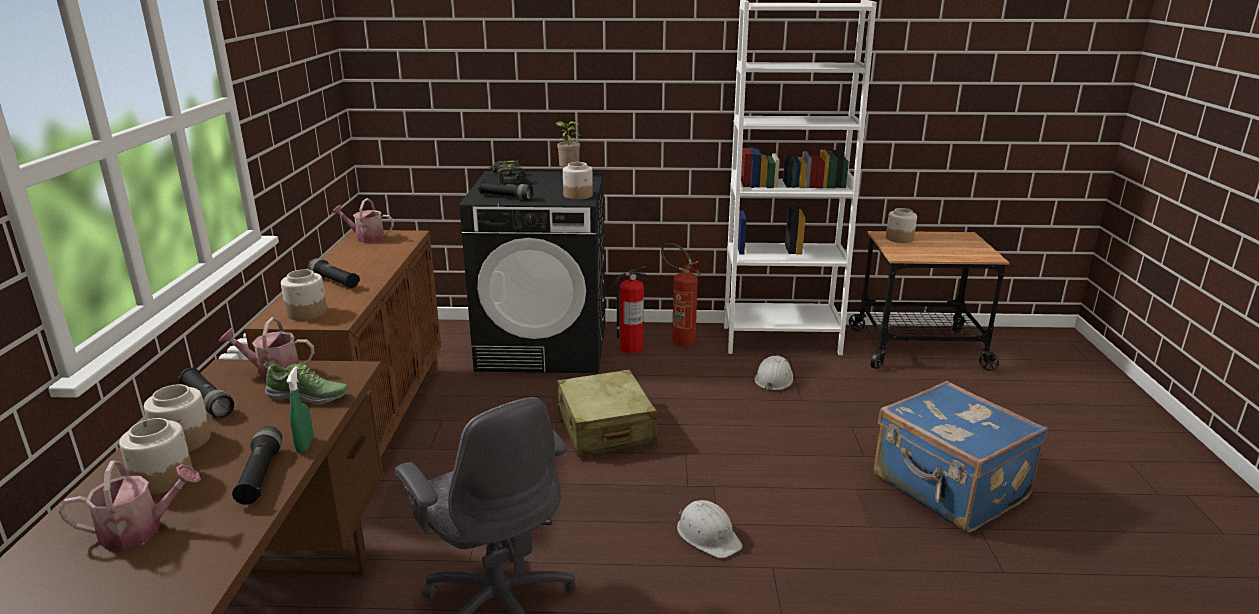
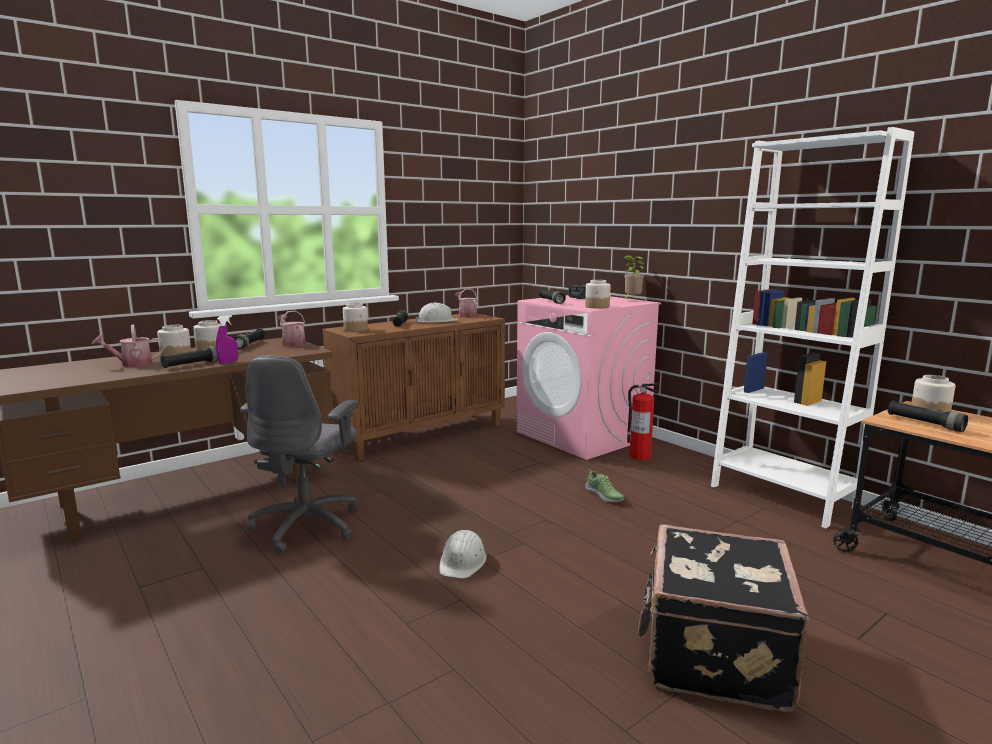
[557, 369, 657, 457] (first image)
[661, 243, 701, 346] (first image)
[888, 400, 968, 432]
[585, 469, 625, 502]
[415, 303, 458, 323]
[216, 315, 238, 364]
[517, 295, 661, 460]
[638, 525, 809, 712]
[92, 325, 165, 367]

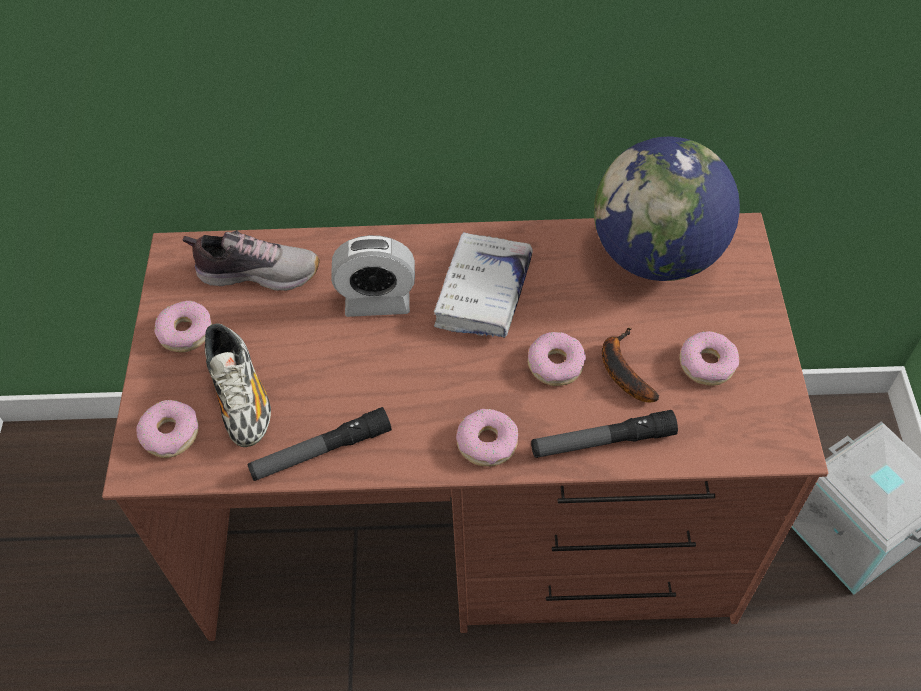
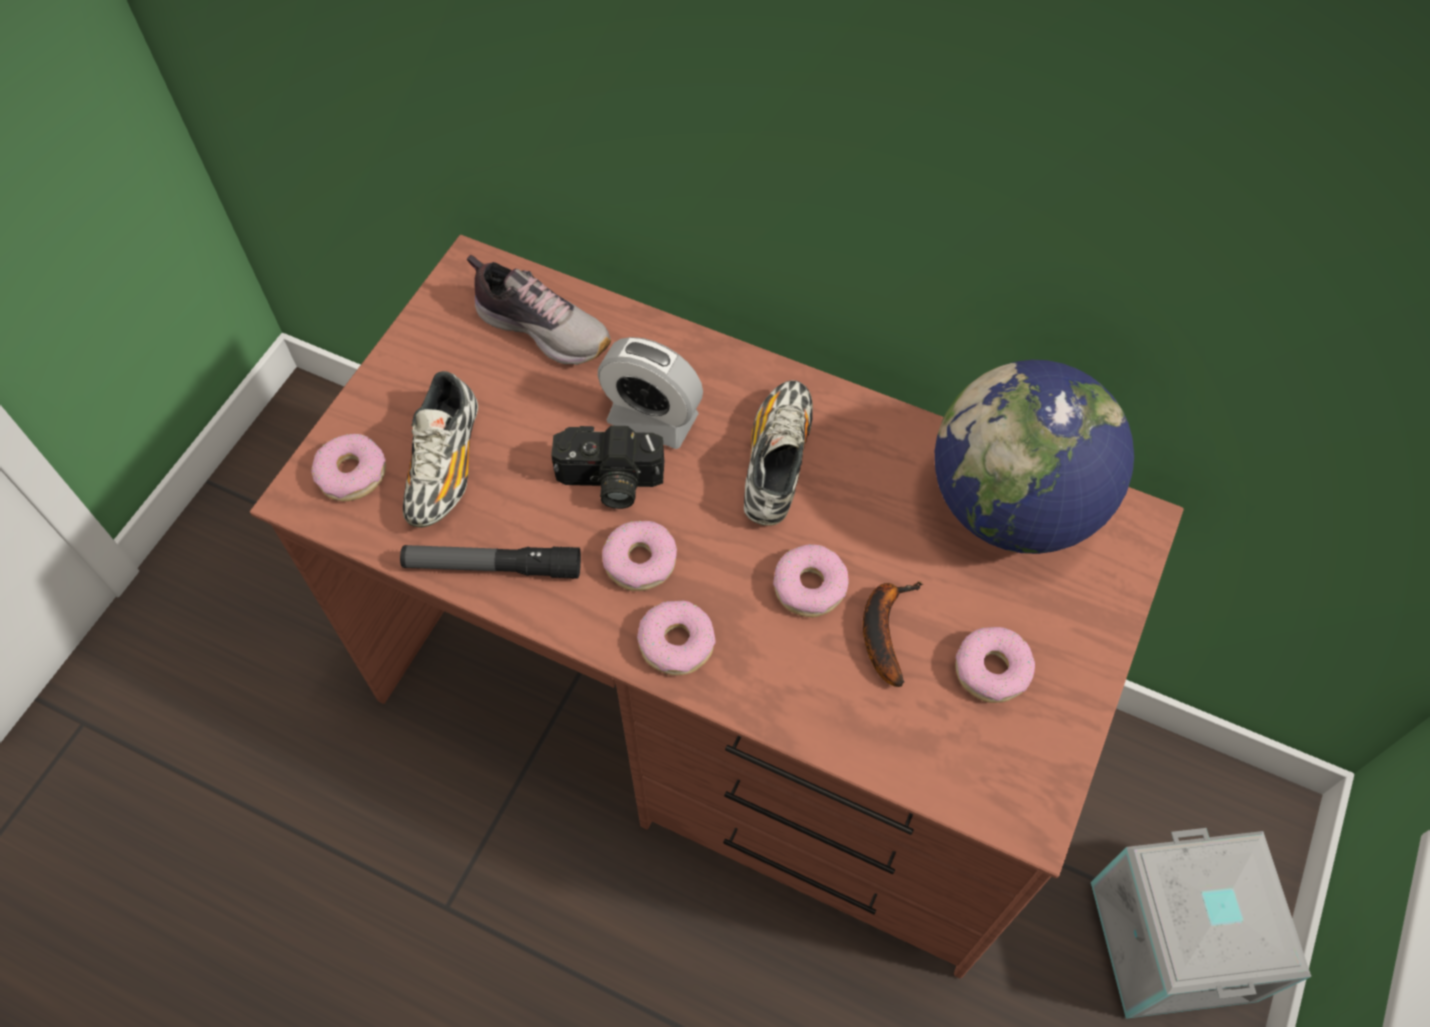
[531, 410, 678, 458] (first image)
[551, 426, 664, 509]
[602, 521, 677, 591]
[744, 380, 813, 526]

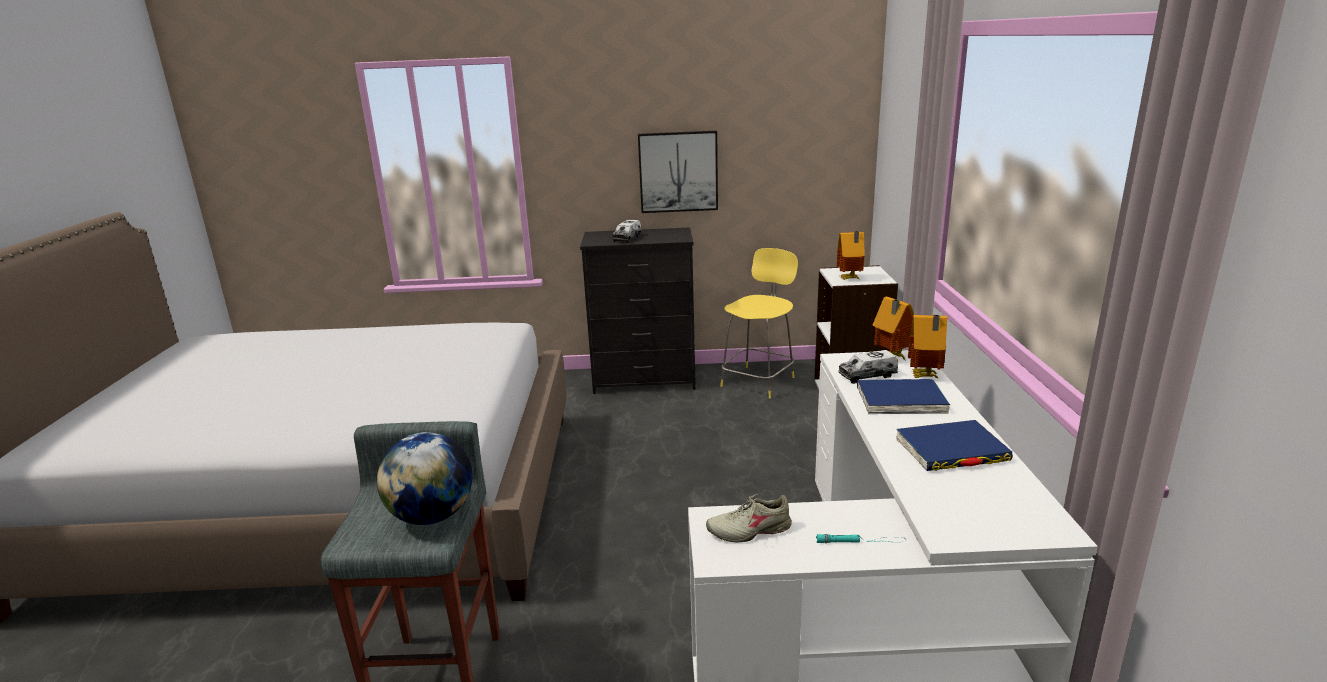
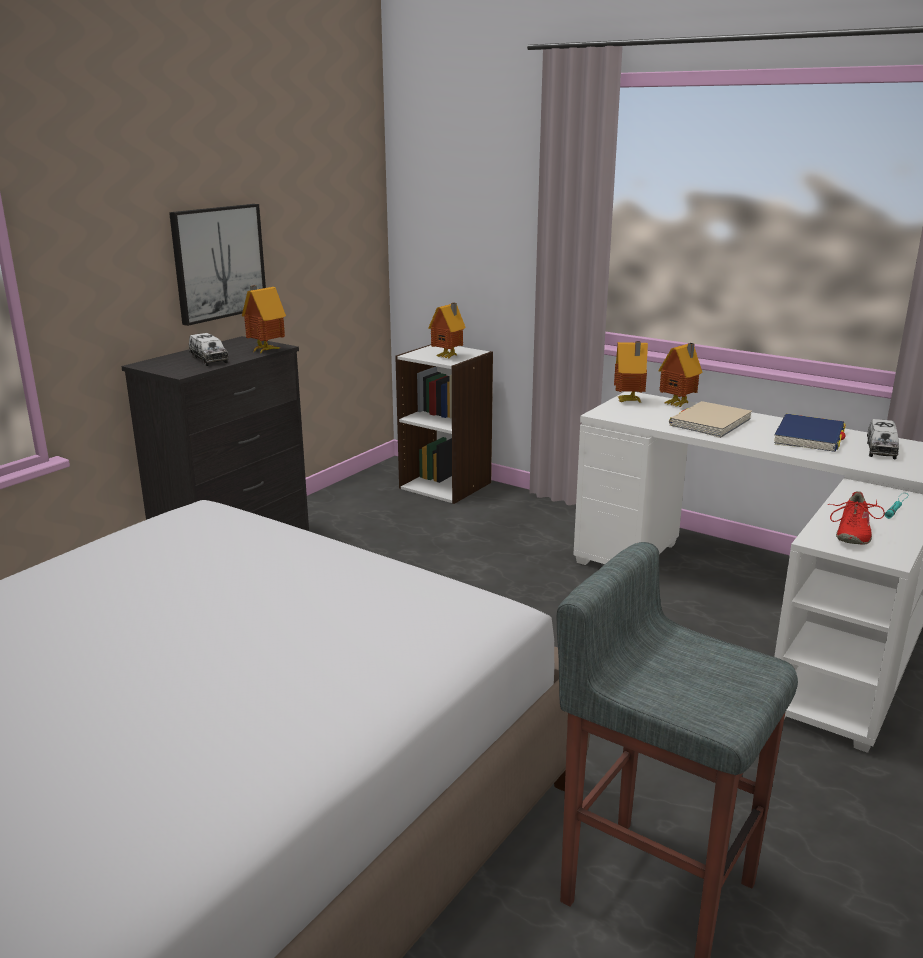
[377, 432, 473, 525] (first image)
[720, 248, 798, 398] (first image)
[242, 285, 286, 353]
[867, 419, 899, 459]
[827, 491, 885, 544]
[669, 401, 752, 438]

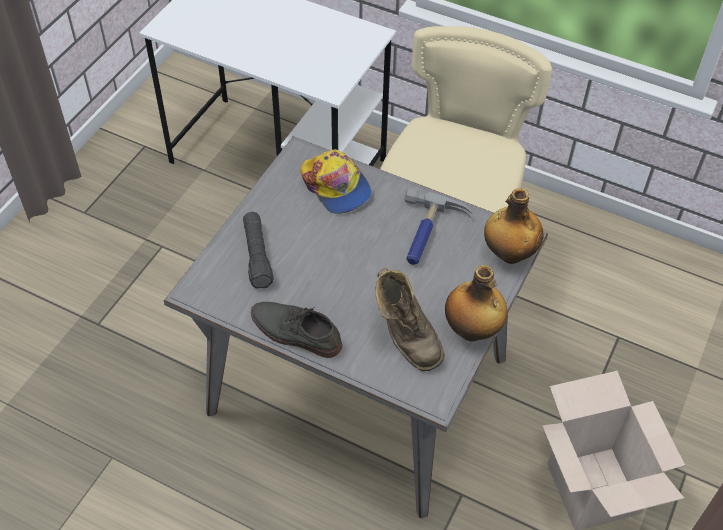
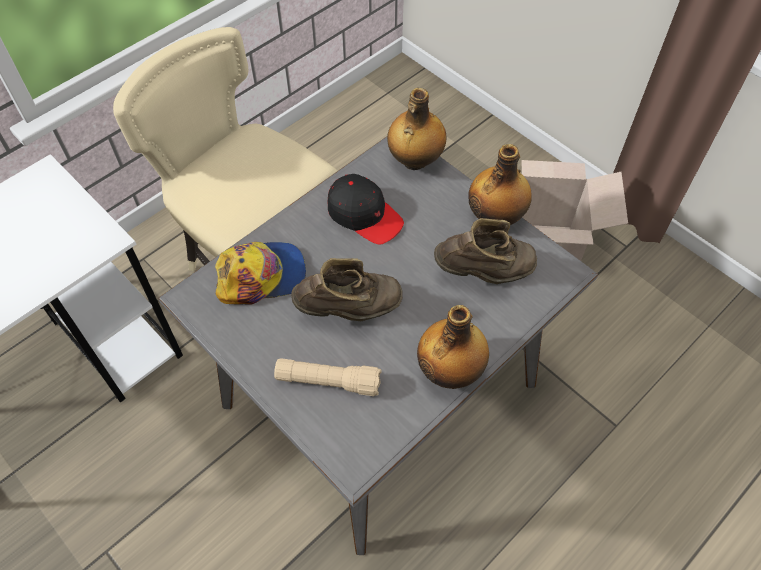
[291, 258, 403, 321]
[417, 305, 489, 389]
[328, 174, 404, 245]
[274, 358, 382, 396]

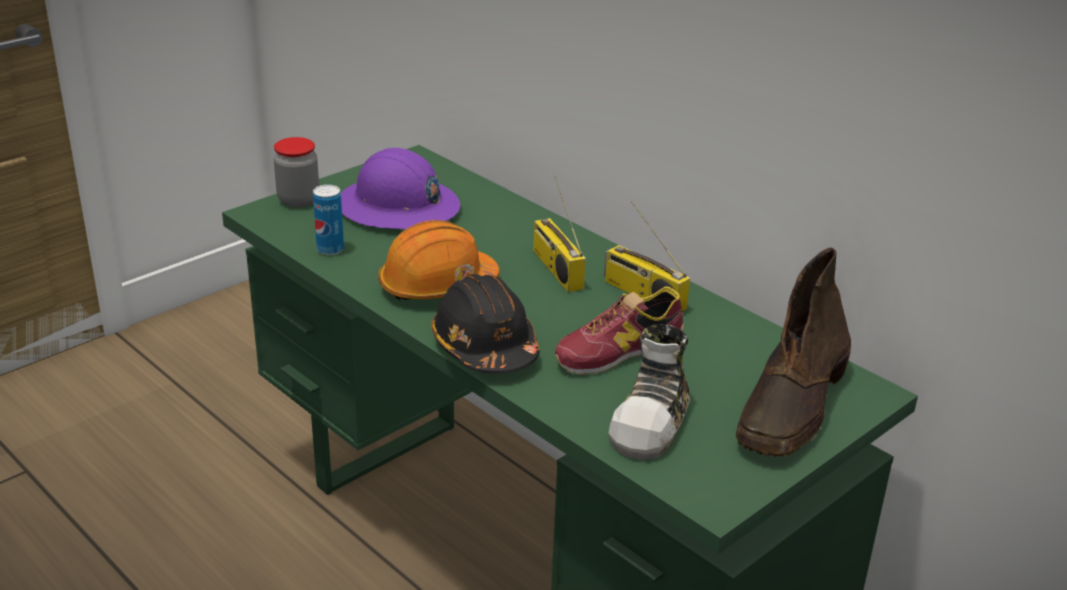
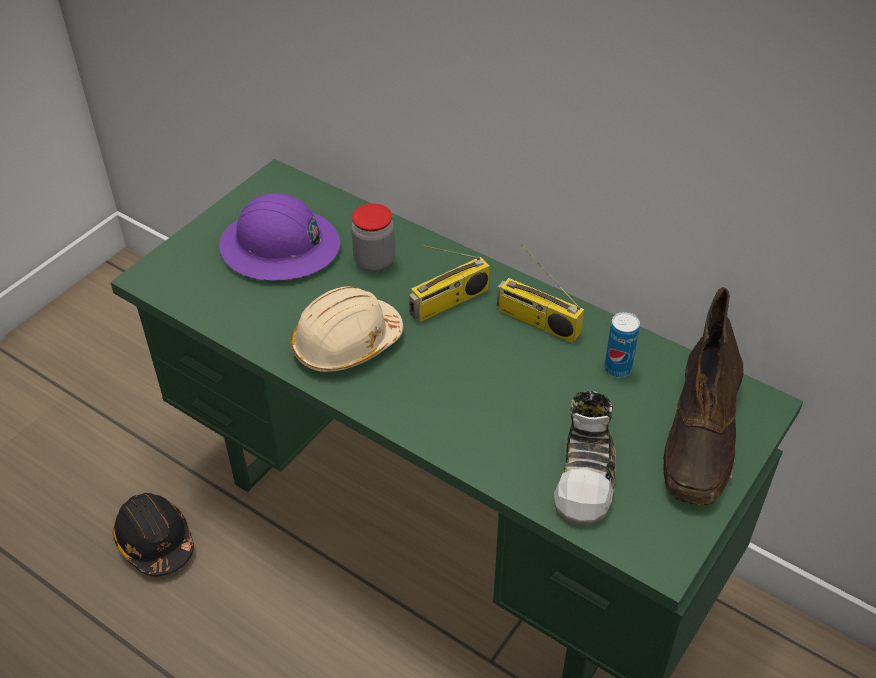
[555, 287, 684, 375] (first image)
[351, 203, 395, 272]
[604, 312, 640, 377]
[112, 493, 194, 577]
[291, 286, 403, 372]
[409, 245, 490, 322]

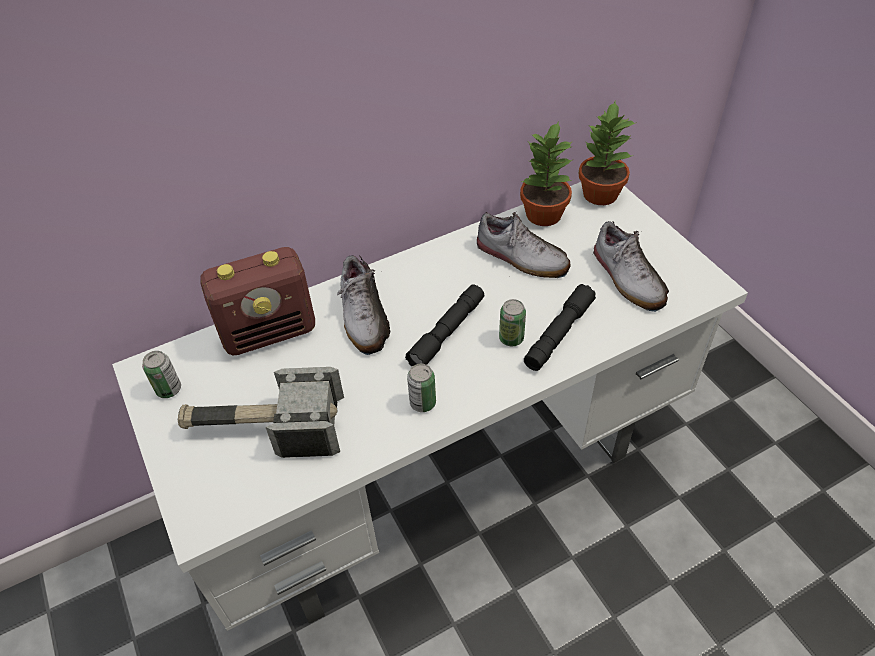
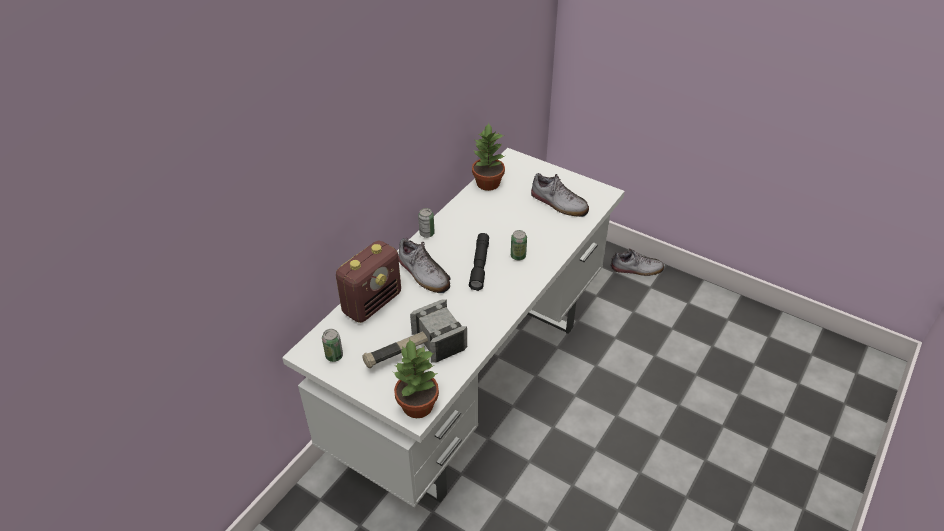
[524, 284, 596, 371] (first image)
[418, 208, 435, 238]
[610, 248, 664, 276]
[393, 339, 439, 418]

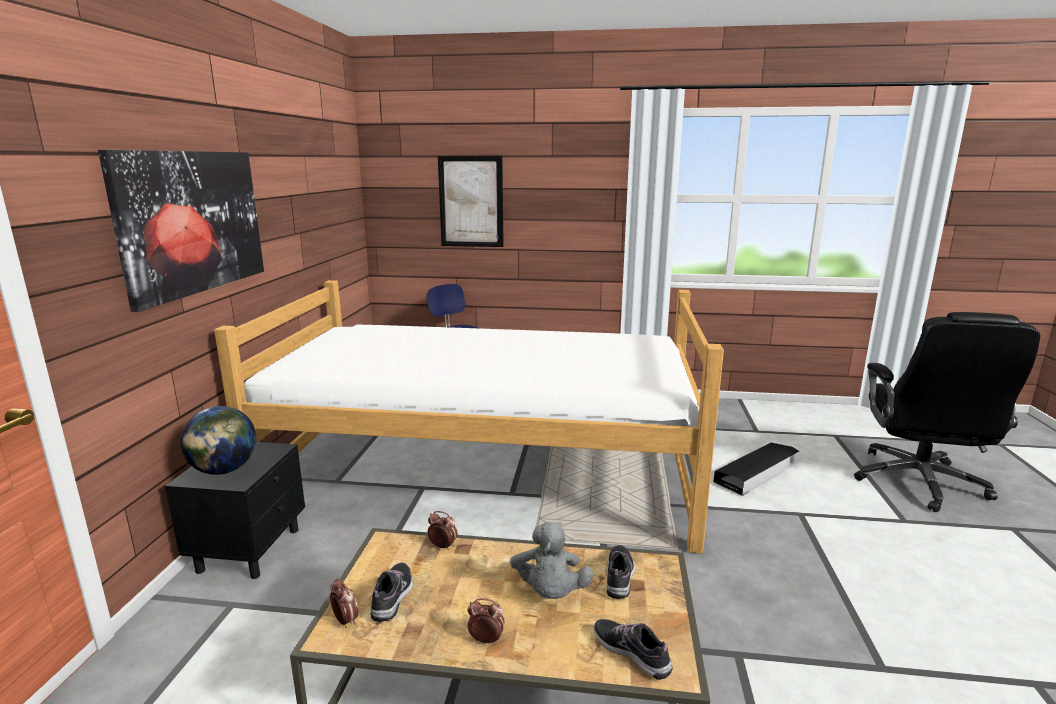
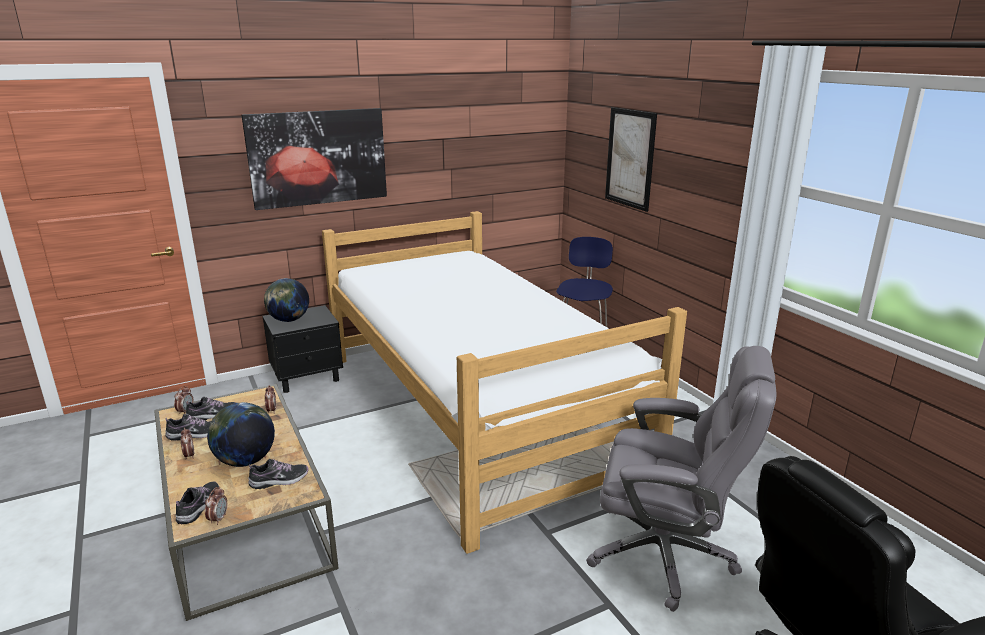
[165, 414, 210, 441]
[205, 487, 227, 525]
[207, 402, 275, 467]
[586, 346, 776, 612]

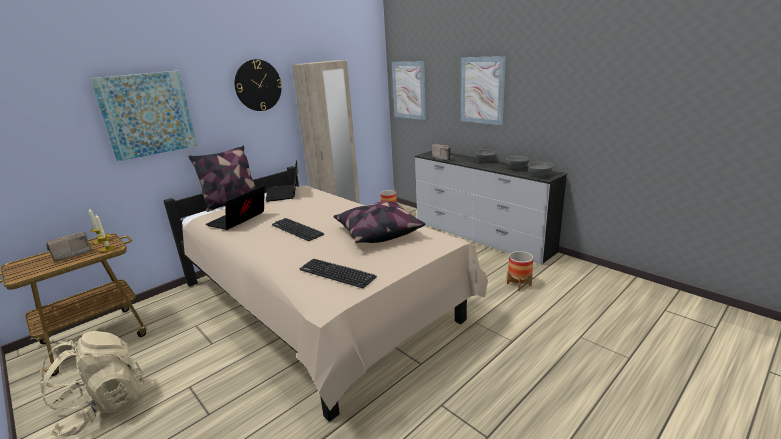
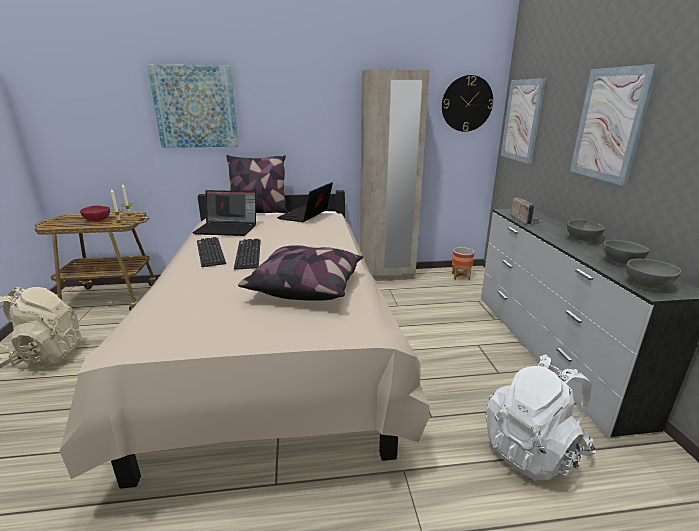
[442, 75, 494, 132]
[197, 237, 226, 267]
[80, 205, 110, 221]
[485, 355, 596, 481]
[192, 190, 256, 236]

